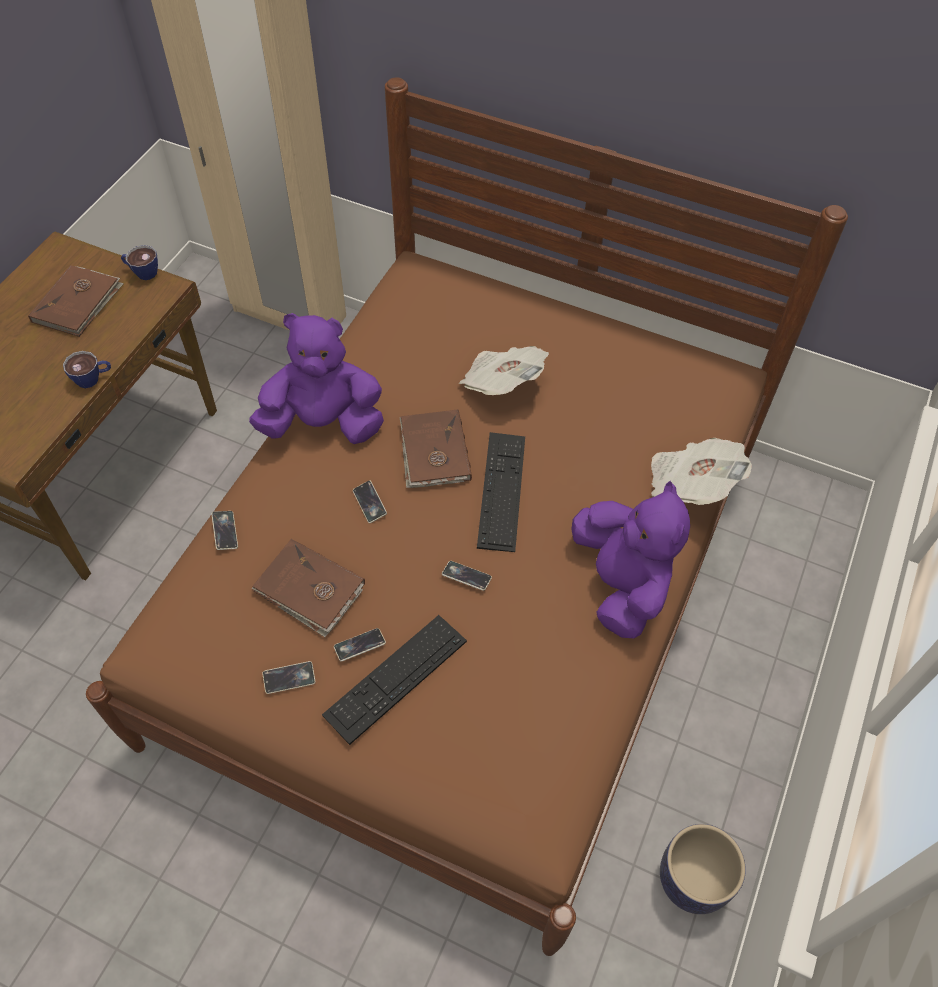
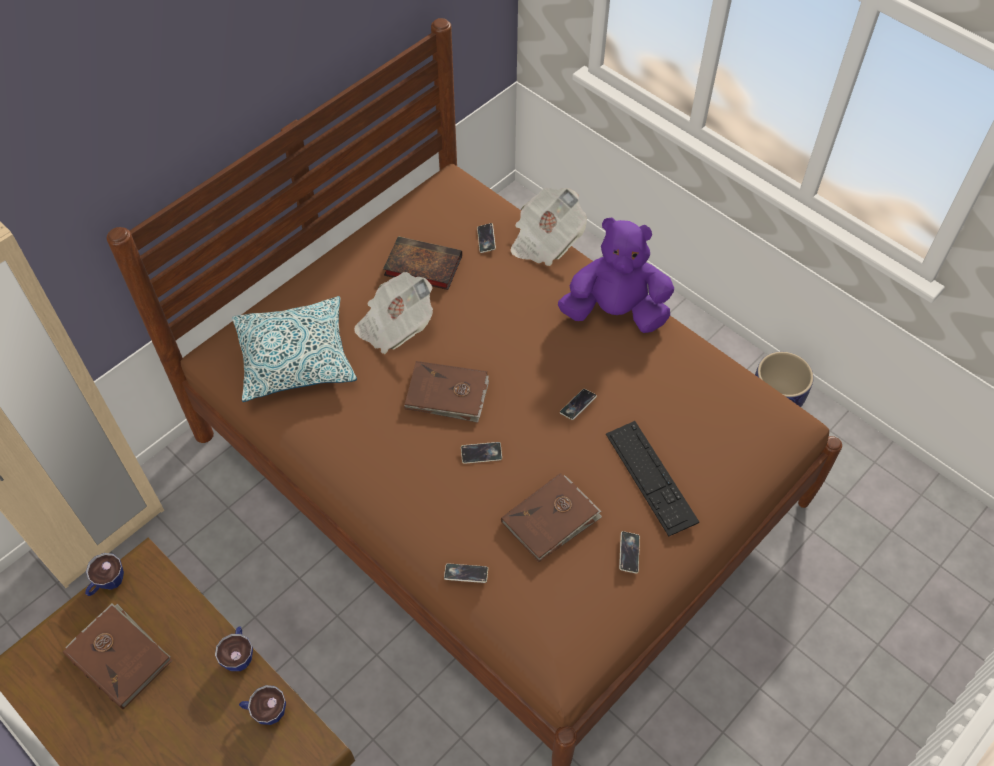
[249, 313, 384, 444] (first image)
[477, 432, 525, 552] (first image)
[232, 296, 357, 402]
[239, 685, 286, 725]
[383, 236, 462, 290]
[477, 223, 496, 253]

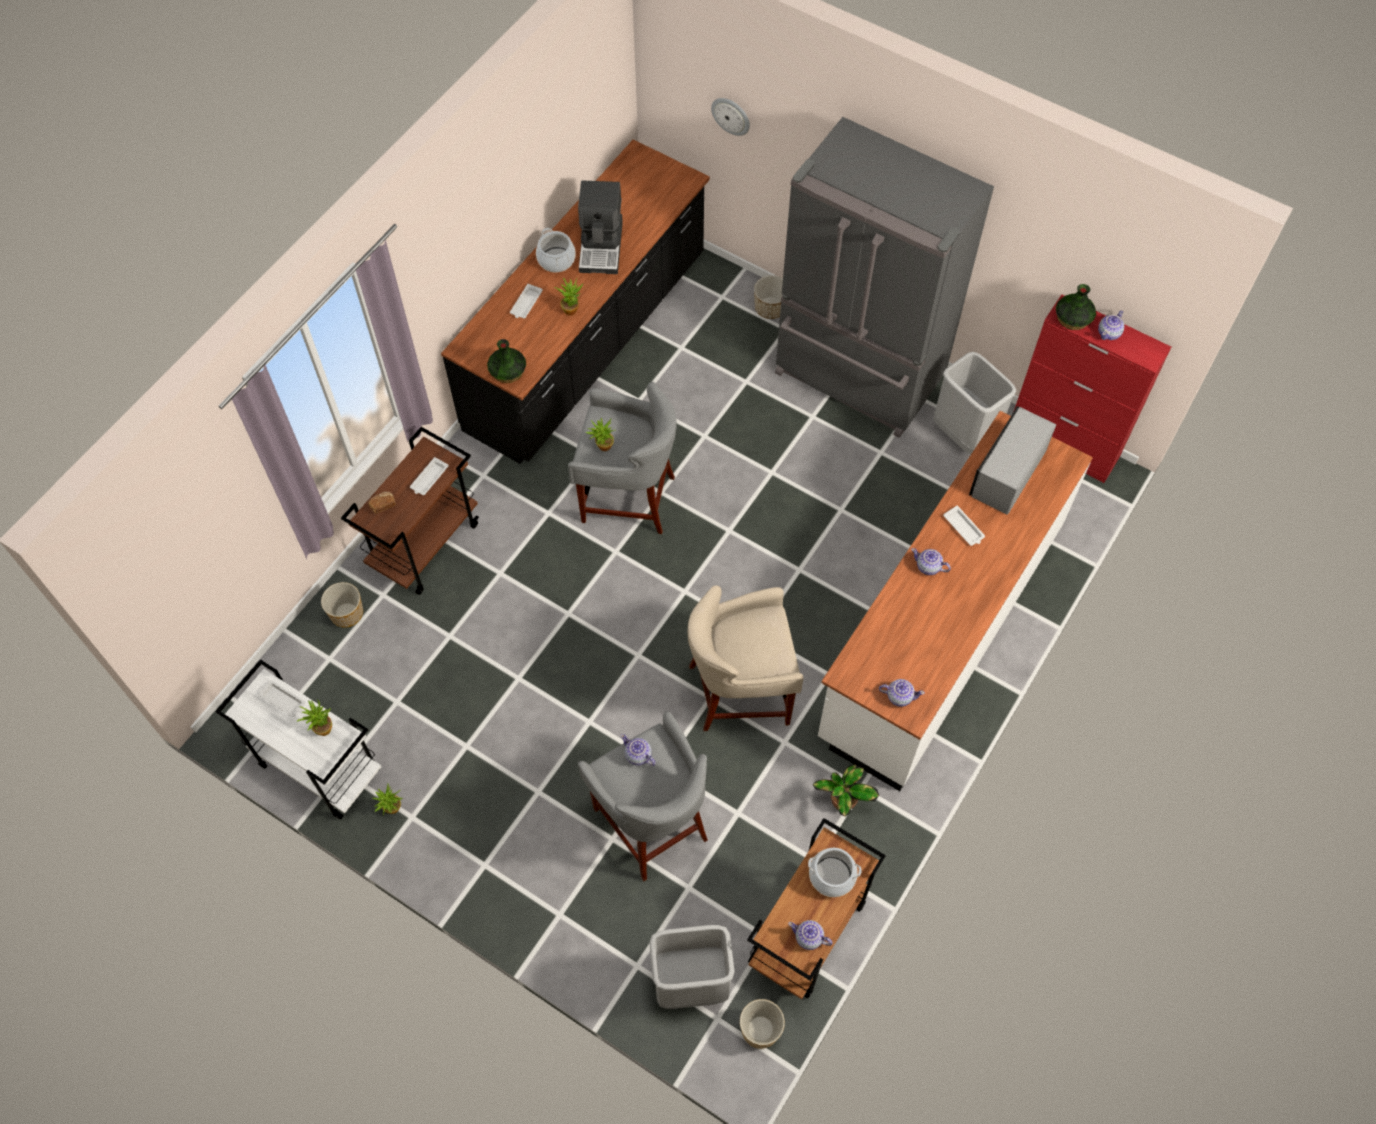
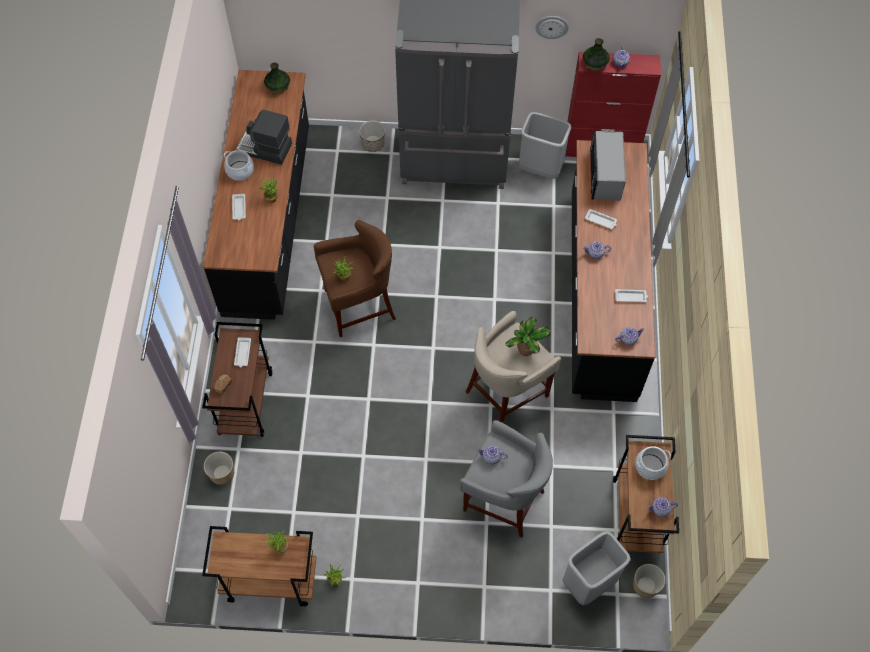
[615, 289, 648, 302]
[264, 63, 290, 94]
[535, 16, 569, 39]
[505, 317, 551, 356]
[202, 526, 317, 607]
[314, 220, 396, 337]
[572, 140, 655, 402]
[236, 110, 292, 165]

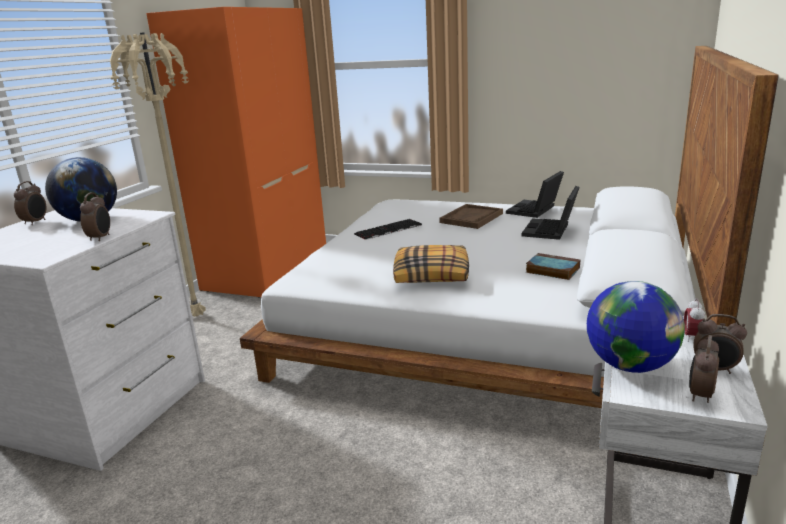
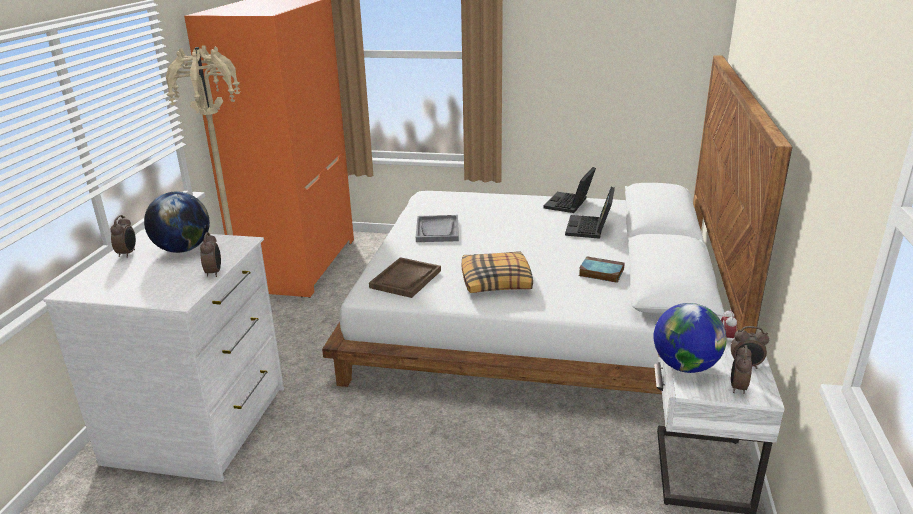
[369, 257, 441, 298]
[416, 215, 459, 242]

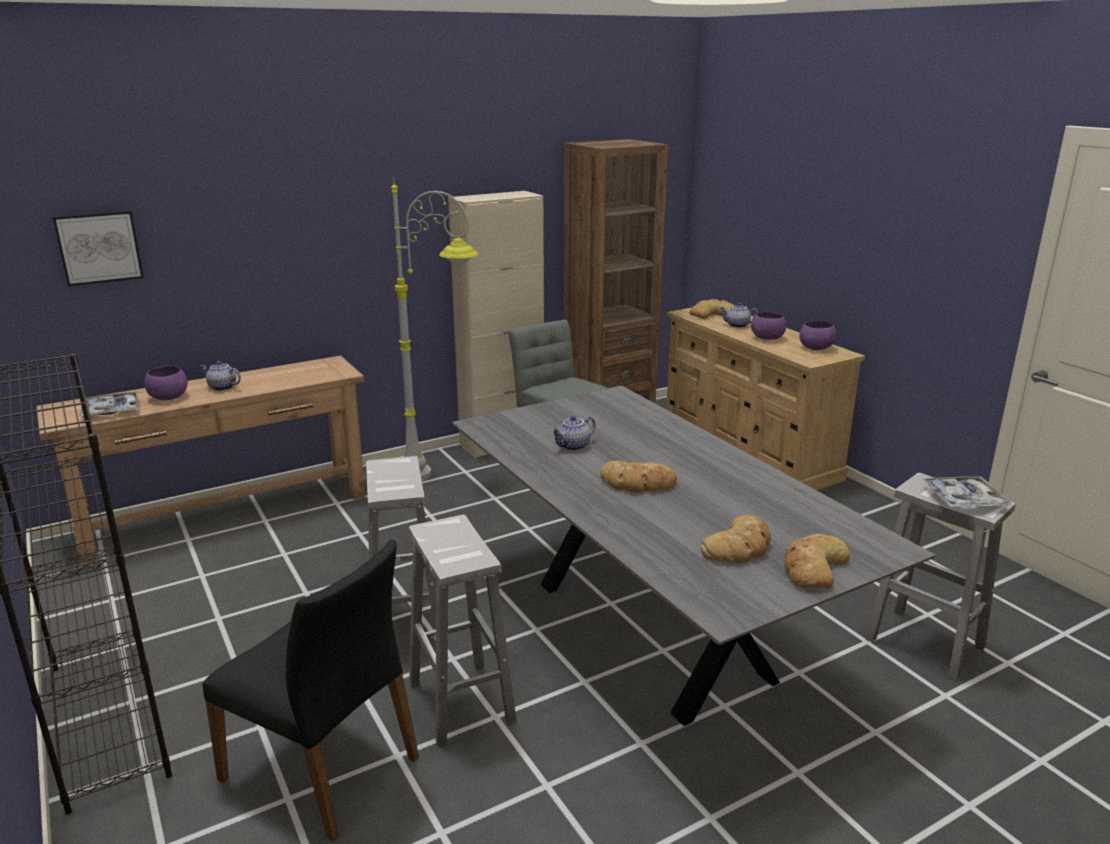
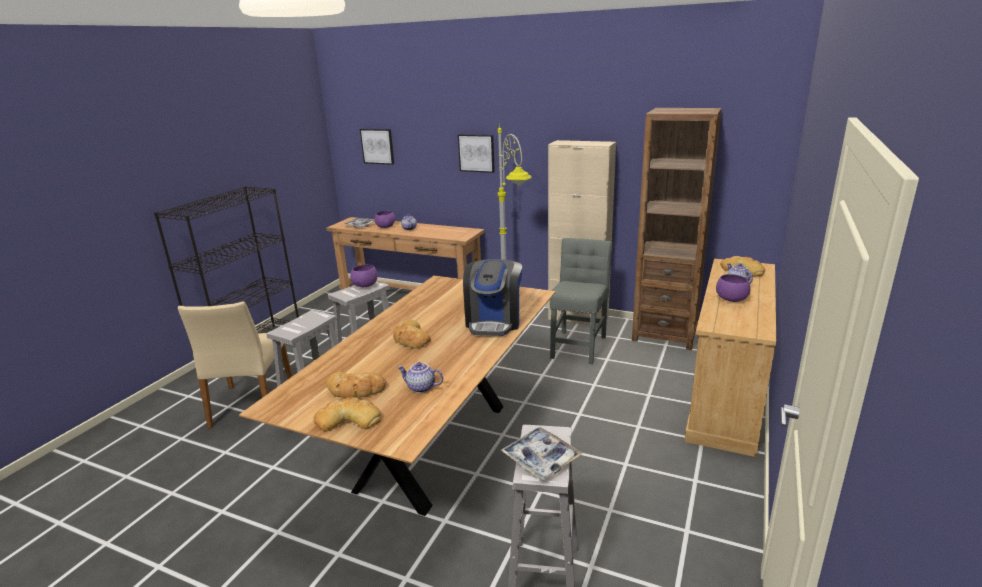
[458, 134, 495, 173]
[463, 259, 522, 336]
[397, 362, 443, 393]
[350, 264, 378, 287]
[178, 302, 292, 429]
[239, 275, 556, 516]

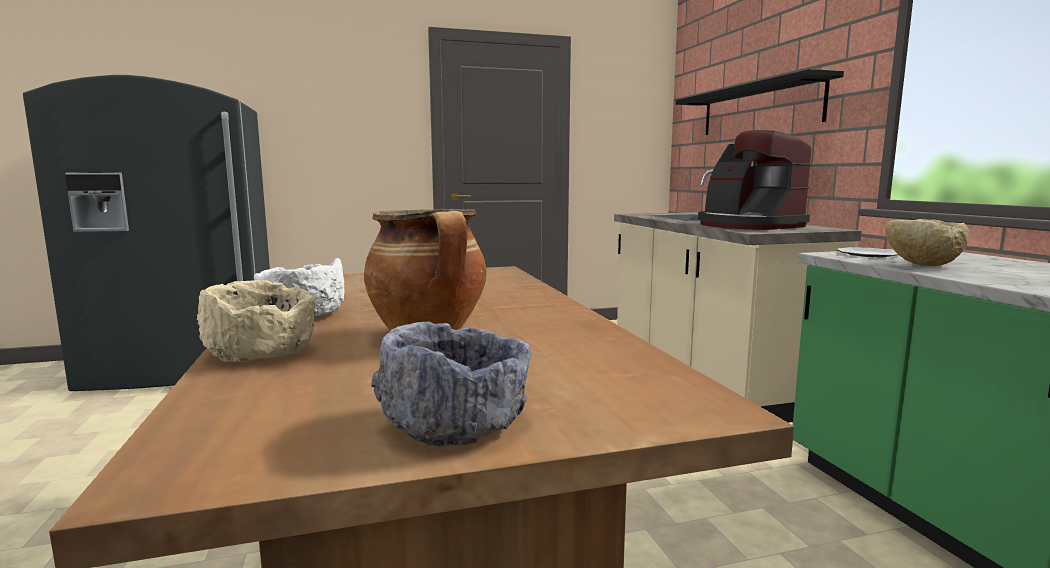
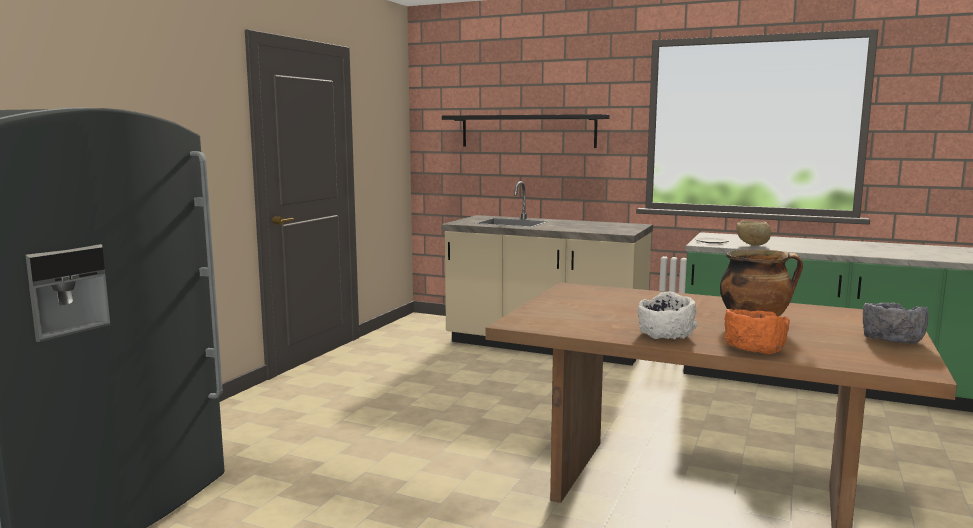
[698, 130, 812, 230] (first image)
[724, 309, 790, 354]

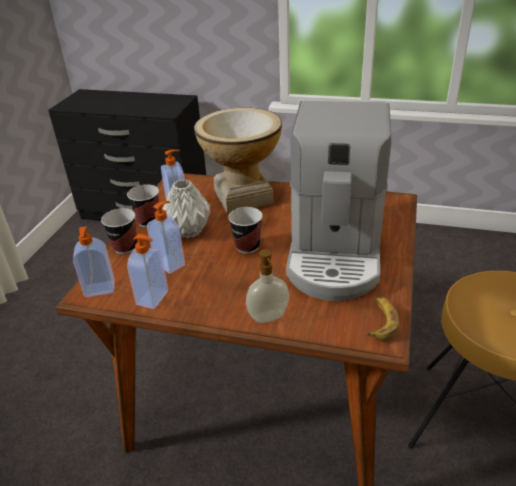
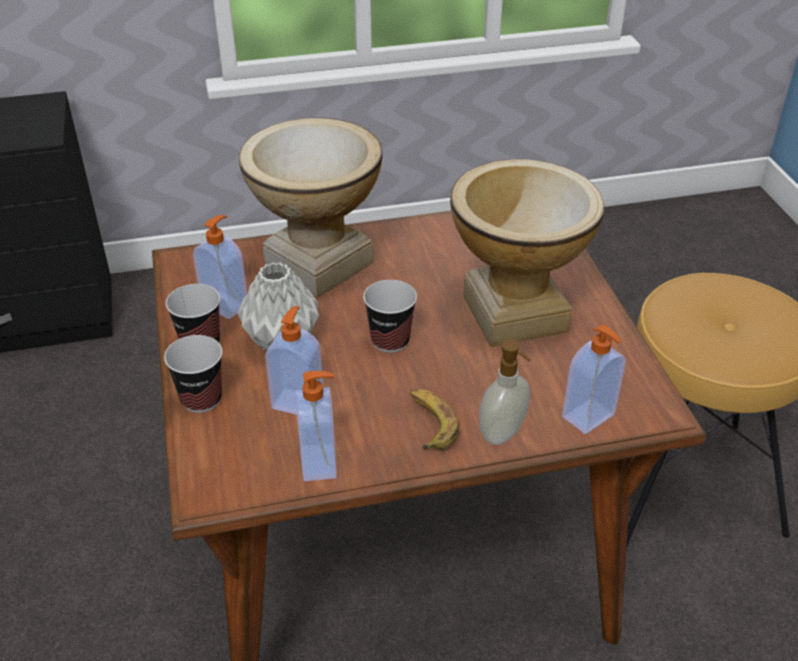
[562, 324, 626, 434]
[410, 389, 459, 450]
[450, 159, 605, 347]

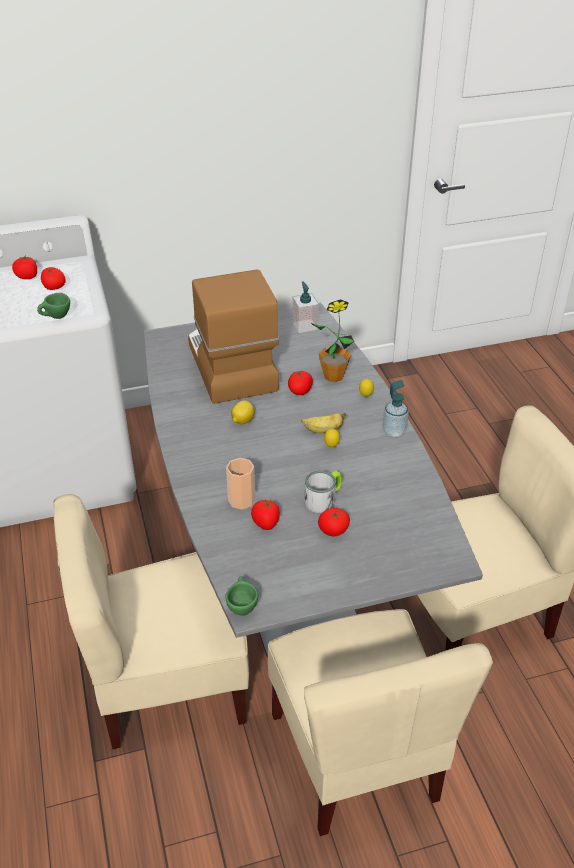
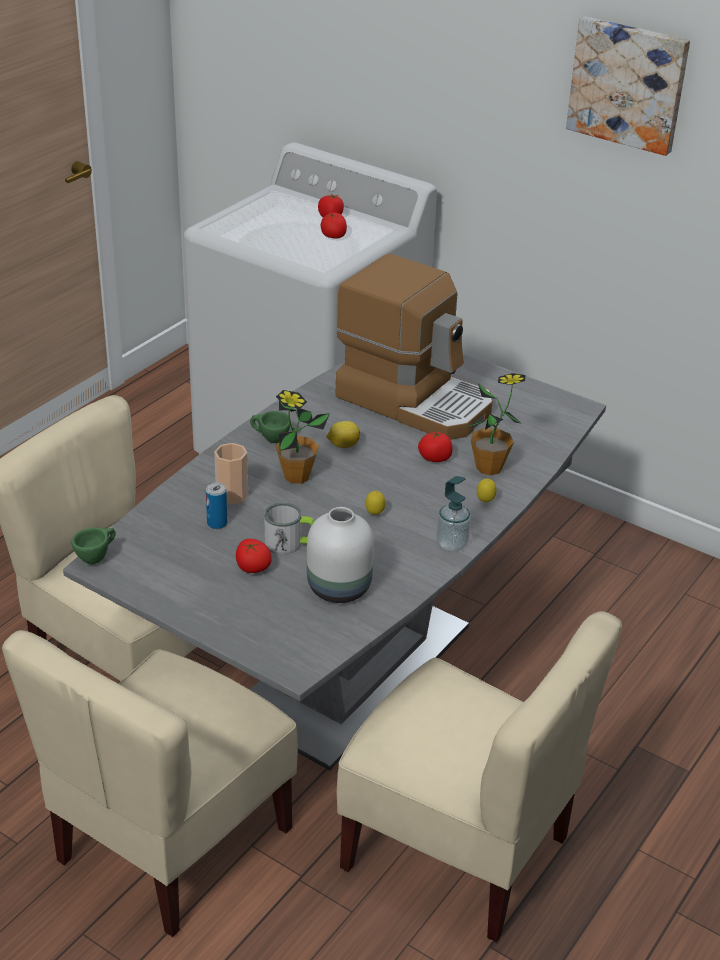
[292, 282, 319, 333] (first image)
[301, 413, 346, 433] (first image)
[275, 390, 330, 484]
[307, 507, 374, 603]
[566, 17, 690, 156]
[250, 411, 291, 443]
[206, 482, 228, 529]
[336, 254, 493, 440]

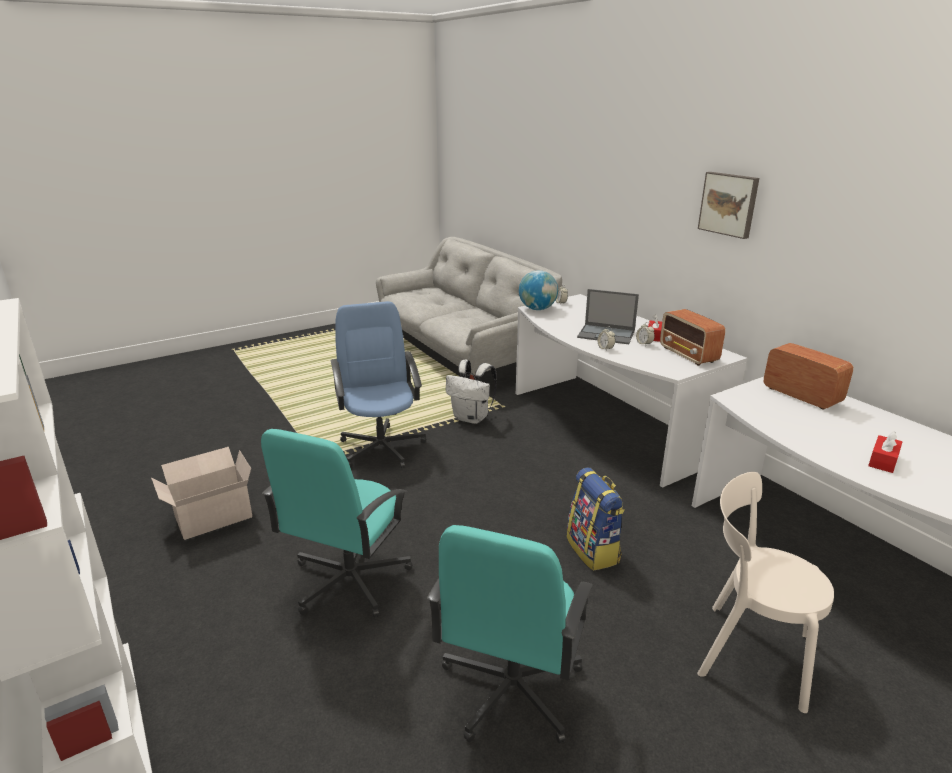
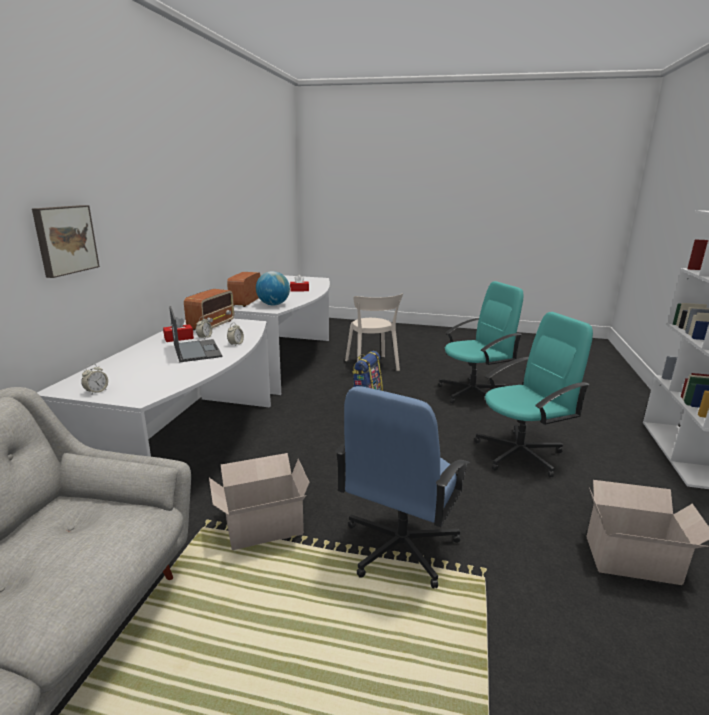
[256, 271, 290, 306]
[32, 205, 100, 278]
[209, 453, 310, 550]

